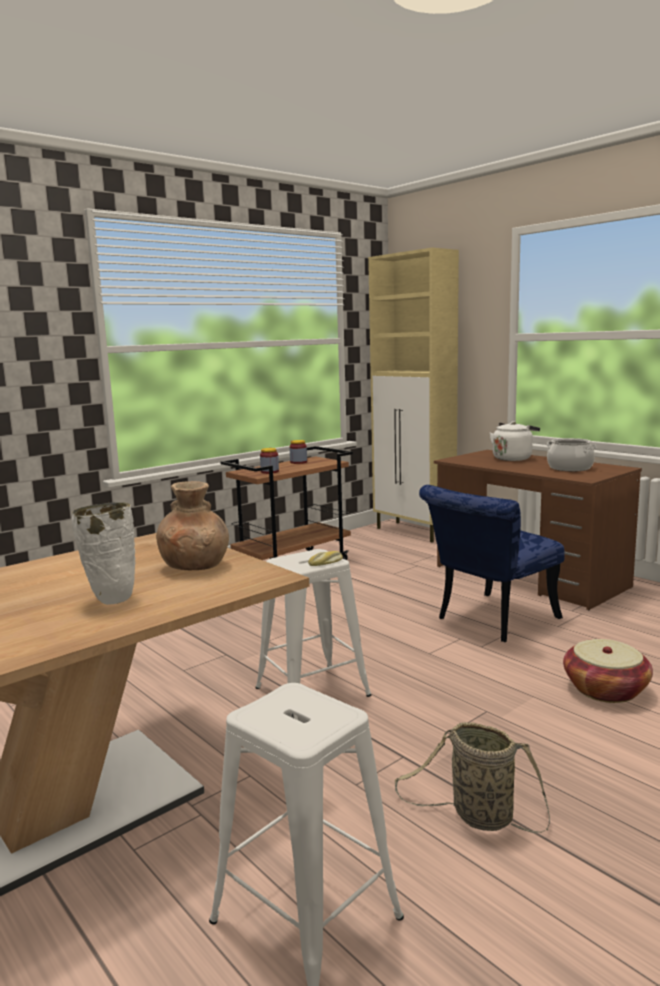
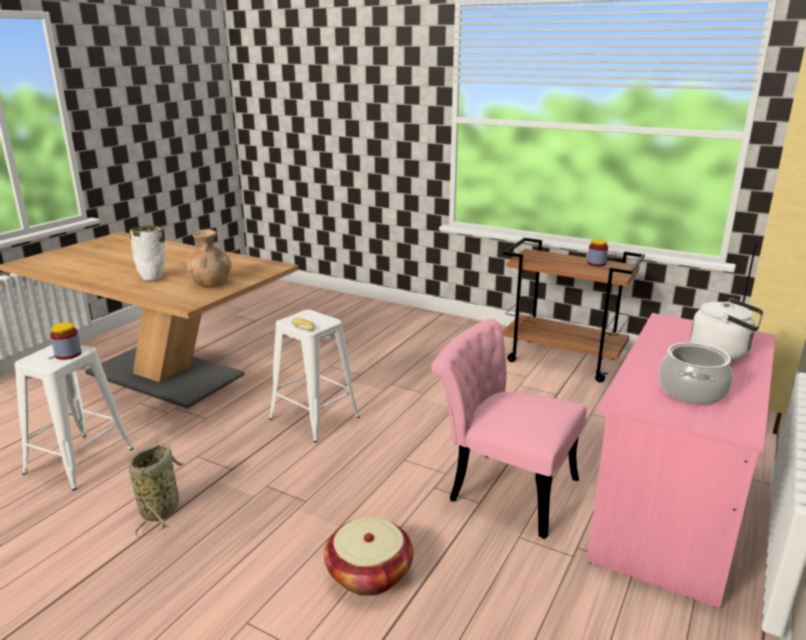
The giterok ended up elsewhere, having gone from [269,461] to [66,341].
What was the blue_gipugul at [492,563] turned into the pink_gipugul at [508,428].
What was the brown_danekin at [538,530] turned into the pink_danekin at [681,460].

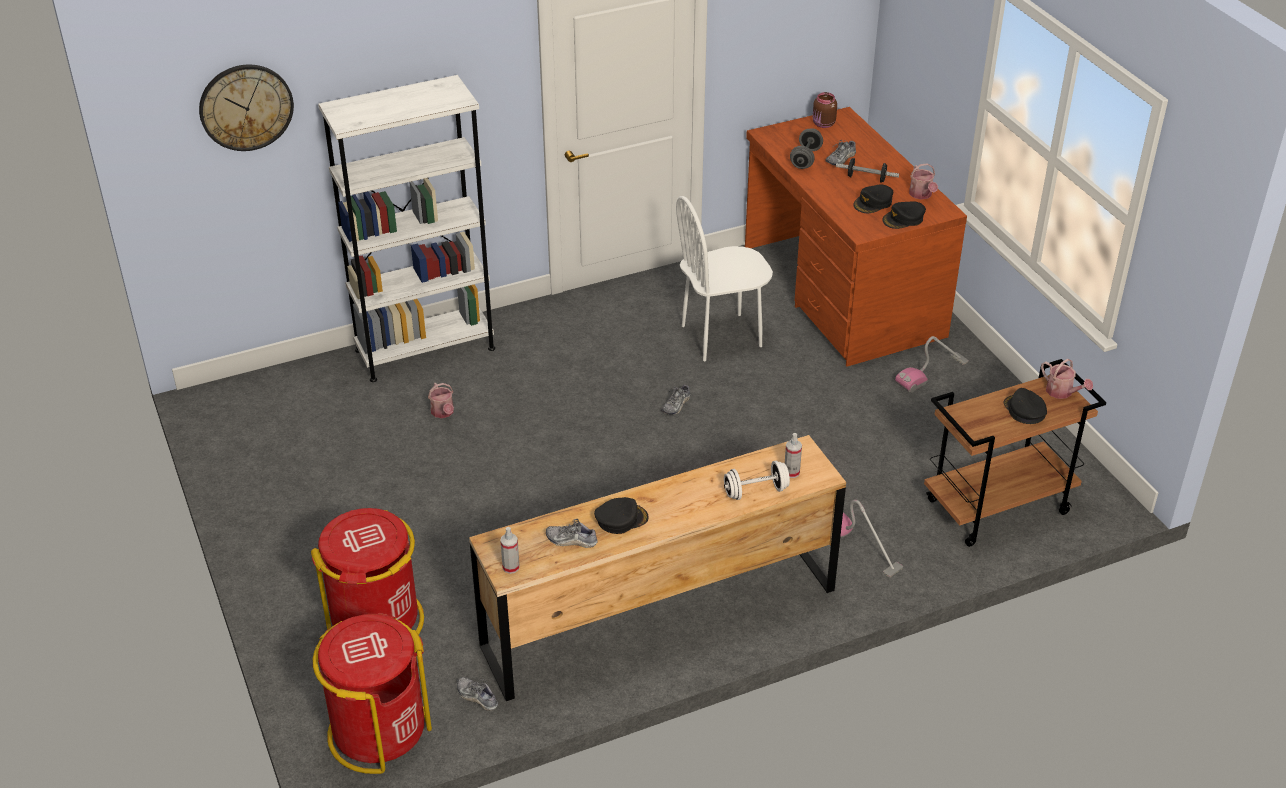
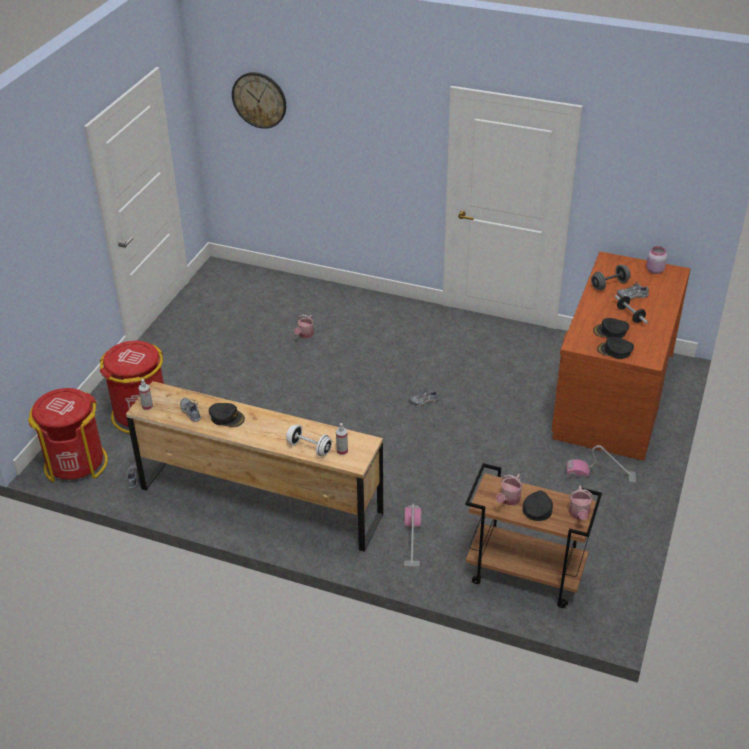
The second view lost the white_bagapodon at [406,228].
The second view lost the white_gipugul at [724,278].
What was the brown_giterok at [825,110] turned into the pink_giterok at [656,260].
The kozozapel ended up elsewhere, having gone from [923,181] to [509,489].

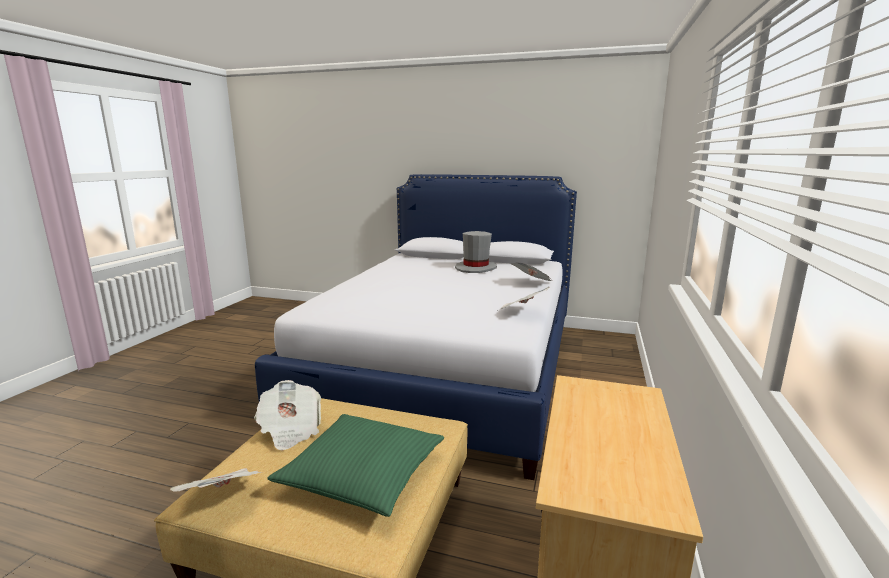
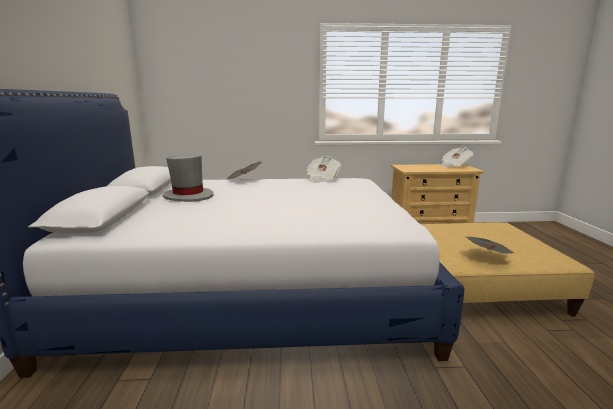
The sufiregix ended up elsewhere, having gone from [215,480] to [457,157].
The second view lost the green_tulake at [356,465].

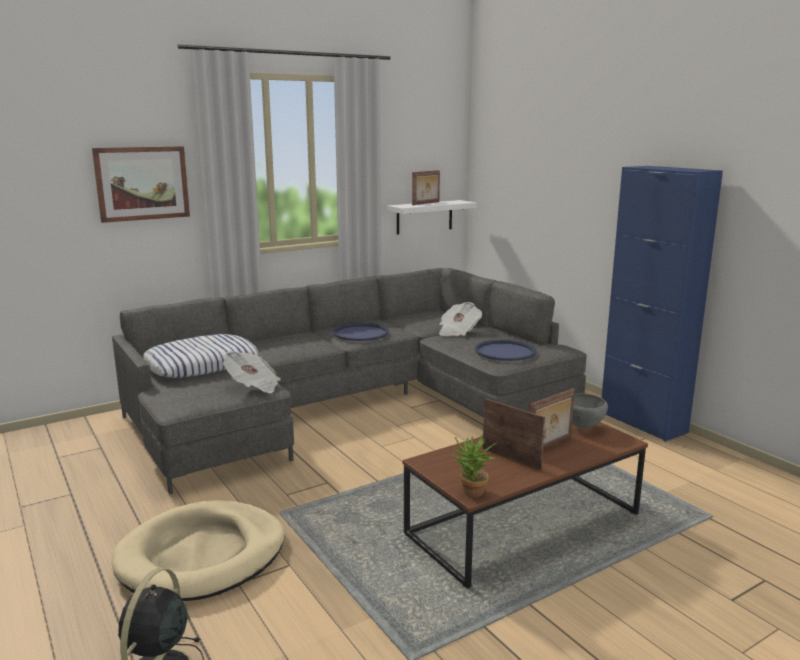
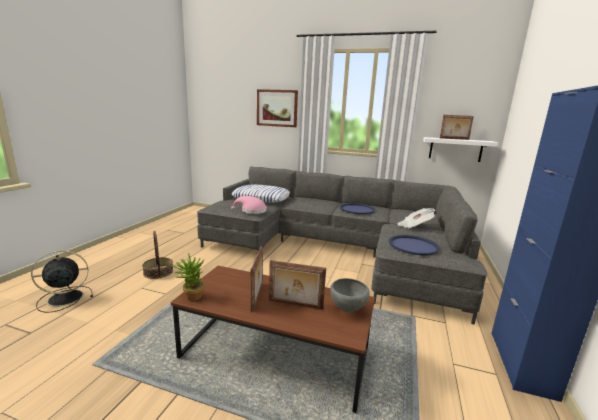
Where the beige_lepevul stood at [198,550], the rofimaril came to stand at [157,255].
Where the sufiregix stood at [252,372], the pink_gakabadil came to stand at [249,205].

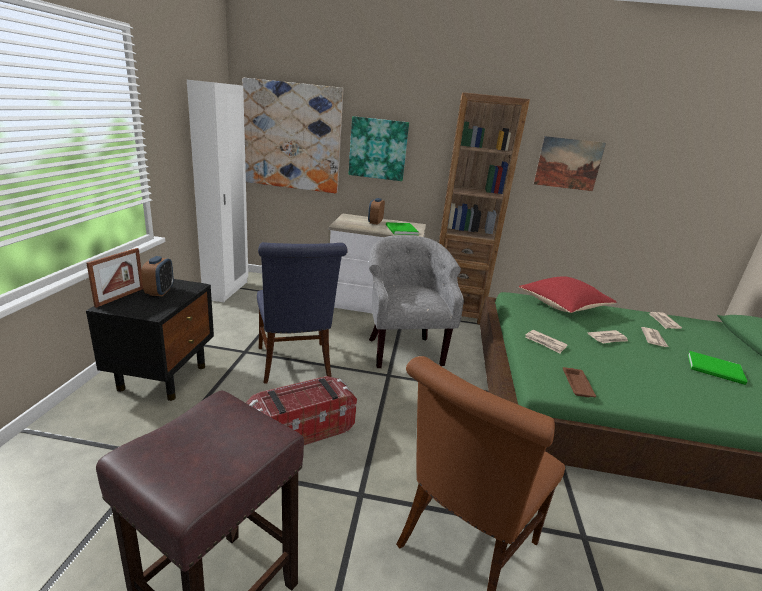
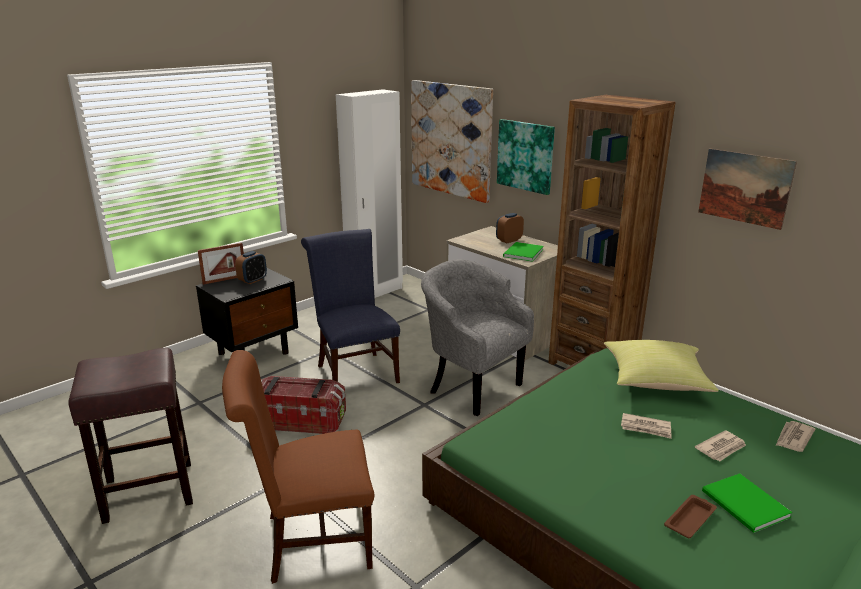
The blue_gipugul at [302,313] ended up facing another way, 135 degrees clockwise from before.
The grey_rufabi at [416,301] ended up facing another way, 75 degrees counterclockwise from before.
What was the red_tulake at [567,294] turned into the yellow_tulake at [661,366].
The second view lost the sufiregix at [546,341].
The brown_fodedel ended up elsewhere, having gone from [579,382] to [690,516].

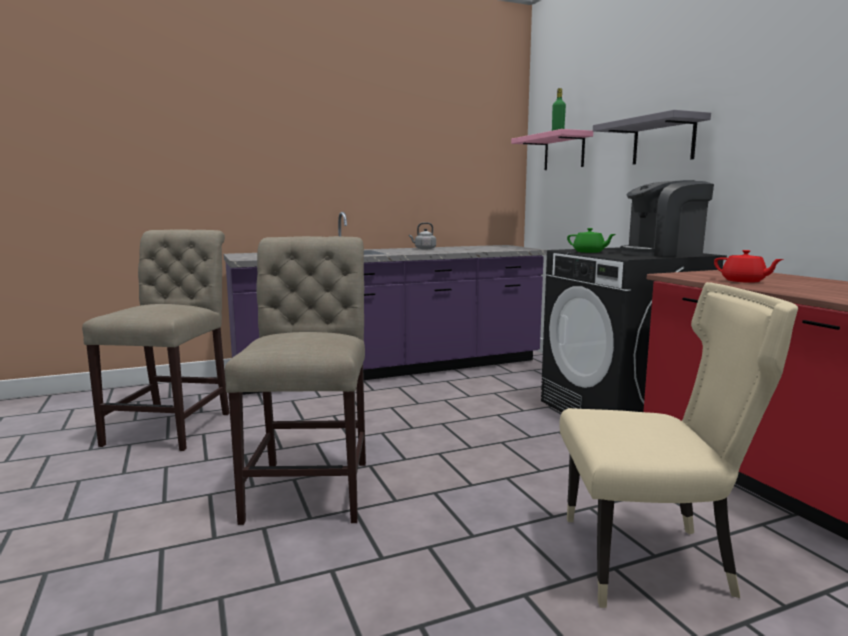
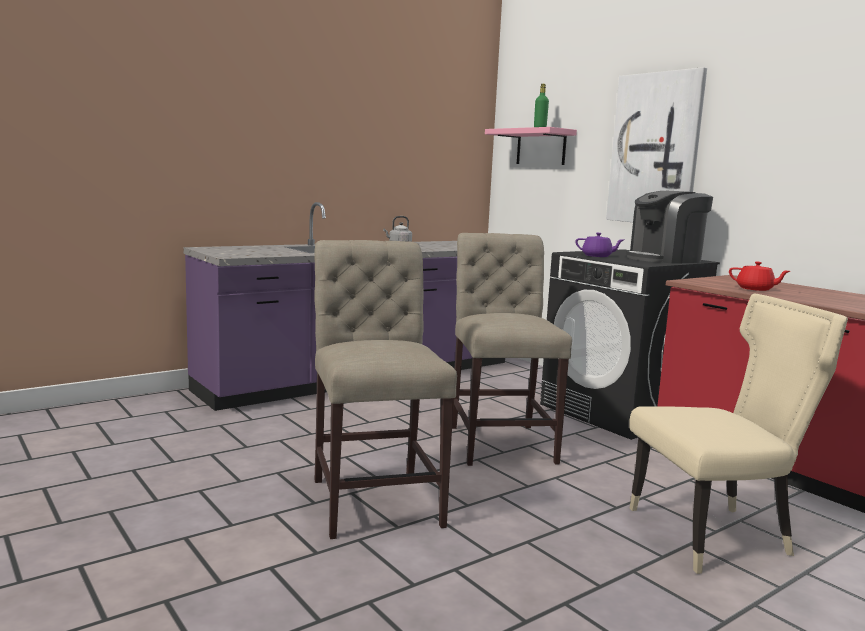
The beige_gipugul ended up elsewhere, having gone from [155,340] to [512,349].
What was the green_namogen at [591,240] turned into the purple_namogen at [599,245].
Where the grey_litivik hung at [652,137], the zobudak came to hang at [656,144].

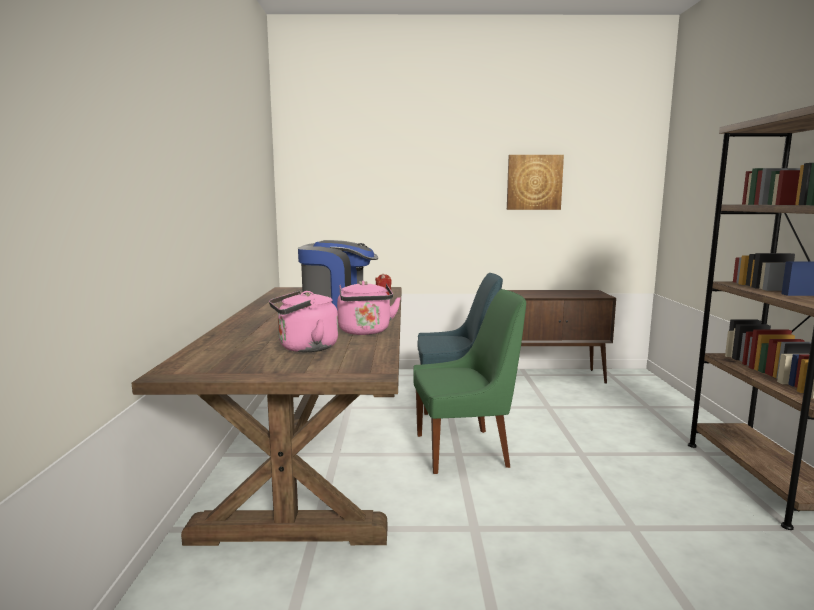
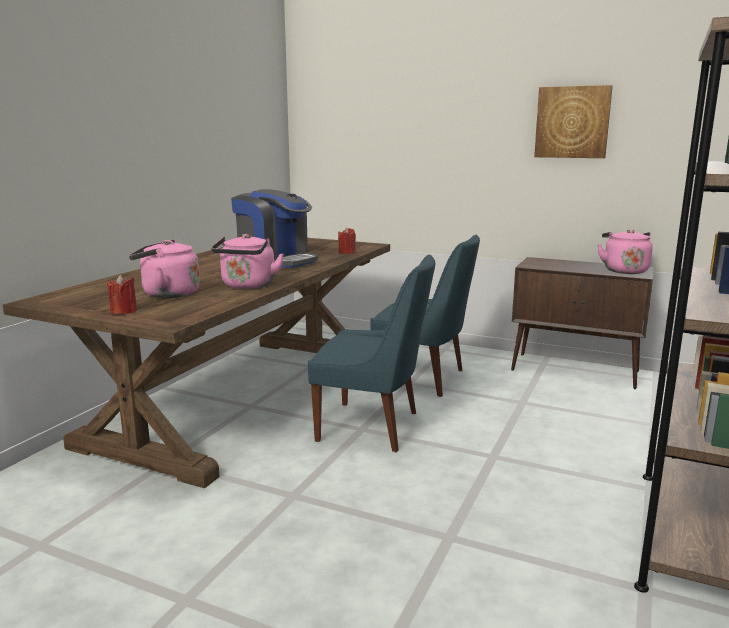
What was the green_gipugul at [469,381] turned into the blue_gipugul at [371,353].
The second view gained the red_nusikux at [122,294].
The second view gained the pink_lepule at [625,251].

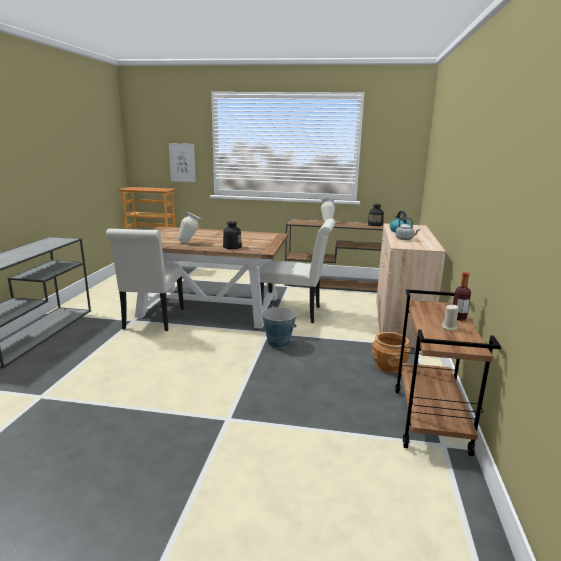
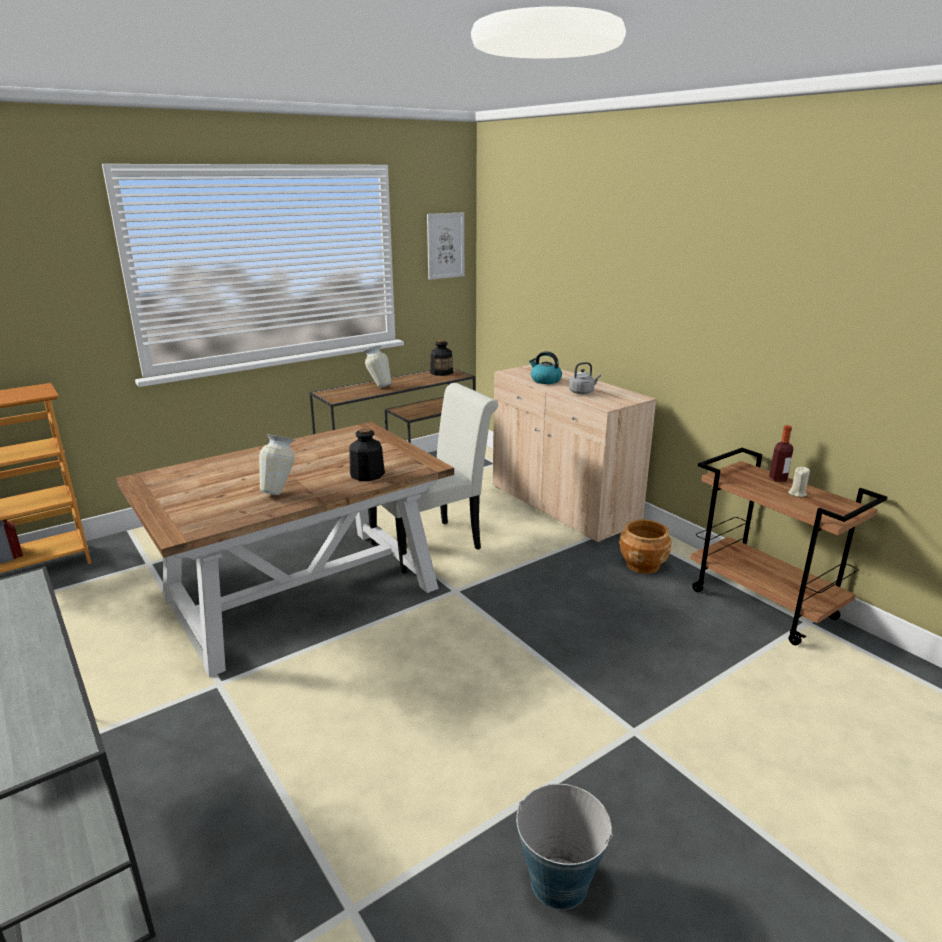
The second view lost the white_gipugul at [145,280].
The zobudak ended up elsewhere, having gone from [182,162] to [445,246].
The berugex ended up elsewhere, having gone from [279,327] to [564,847].

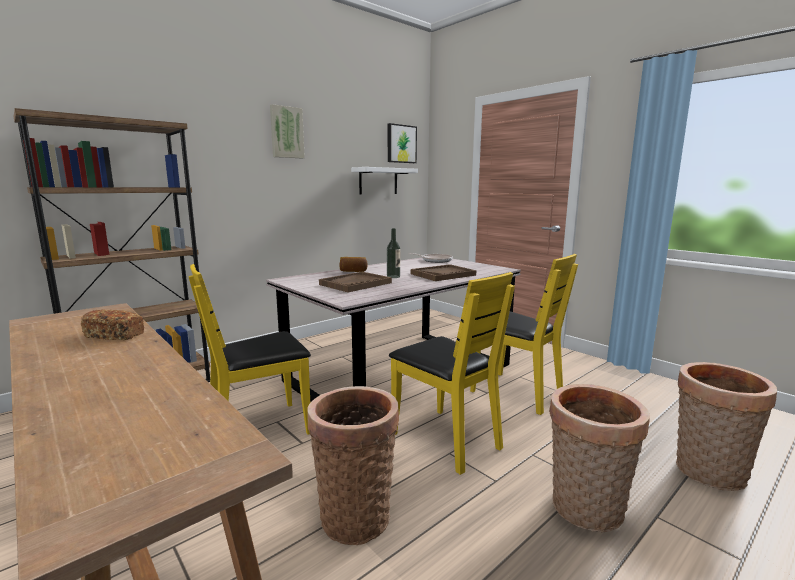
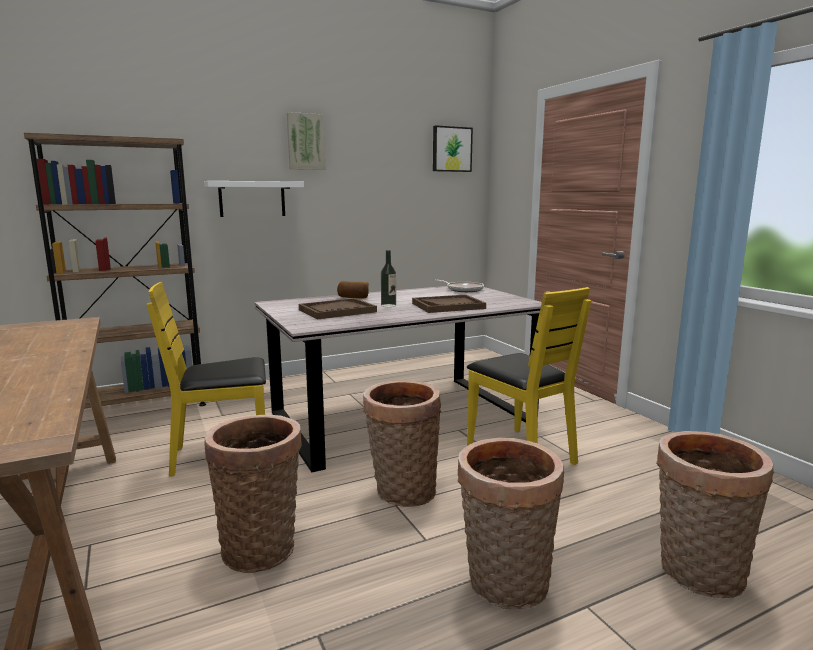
The second view lost the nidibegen at [112,325].
The white_litivik ended up elsewhere, having gone from [384,181] to [254,199].
Where the yellow_gipugul stood at [452,373], the rofimaril came to stand at [402,444].

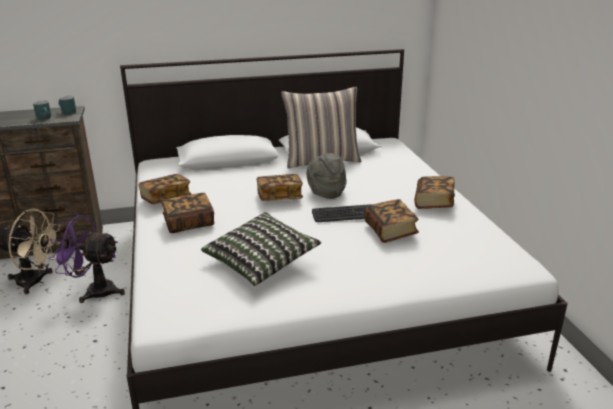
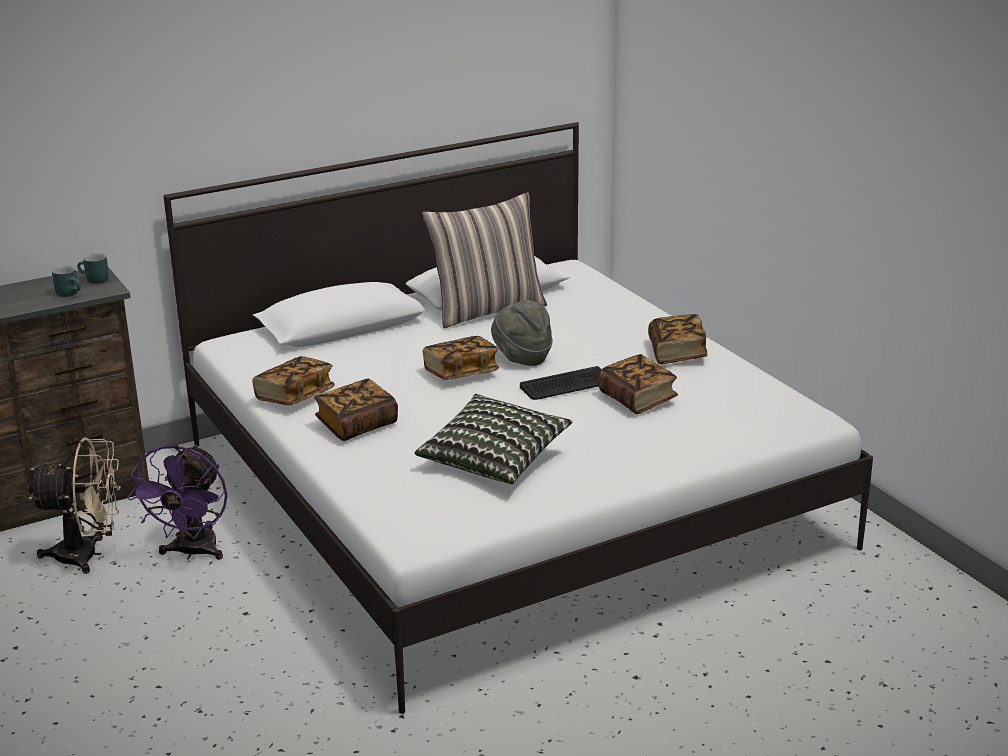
The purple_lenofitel at [87,258] ended up facing another way, 75 degrees counterclockwise from before.

